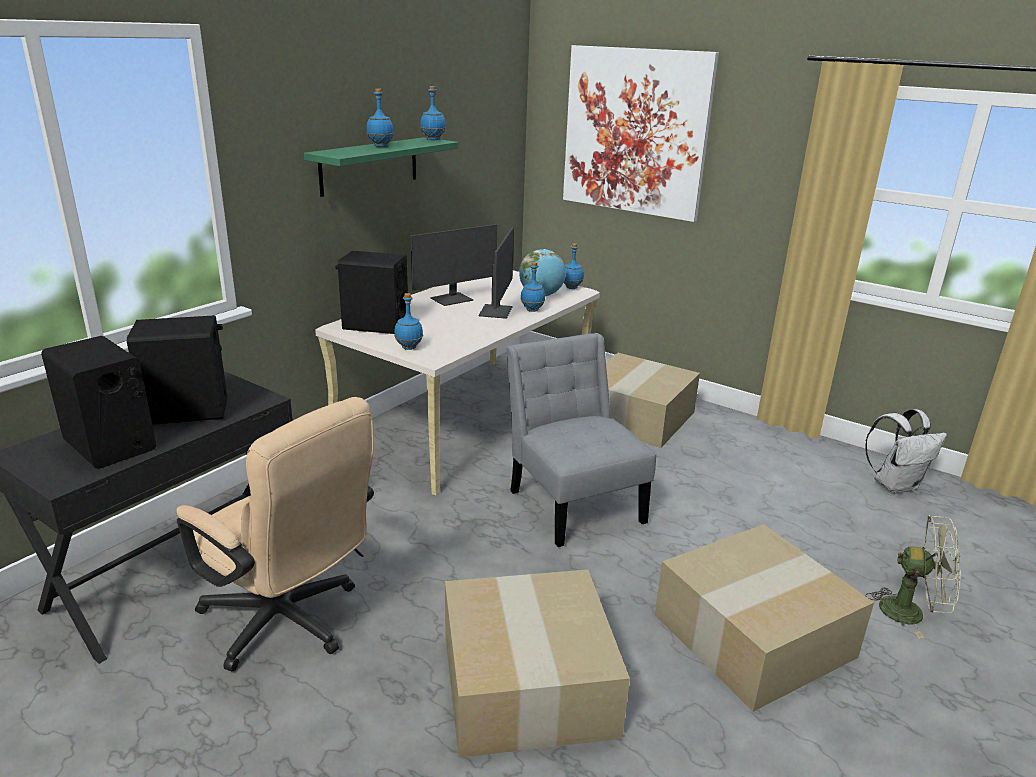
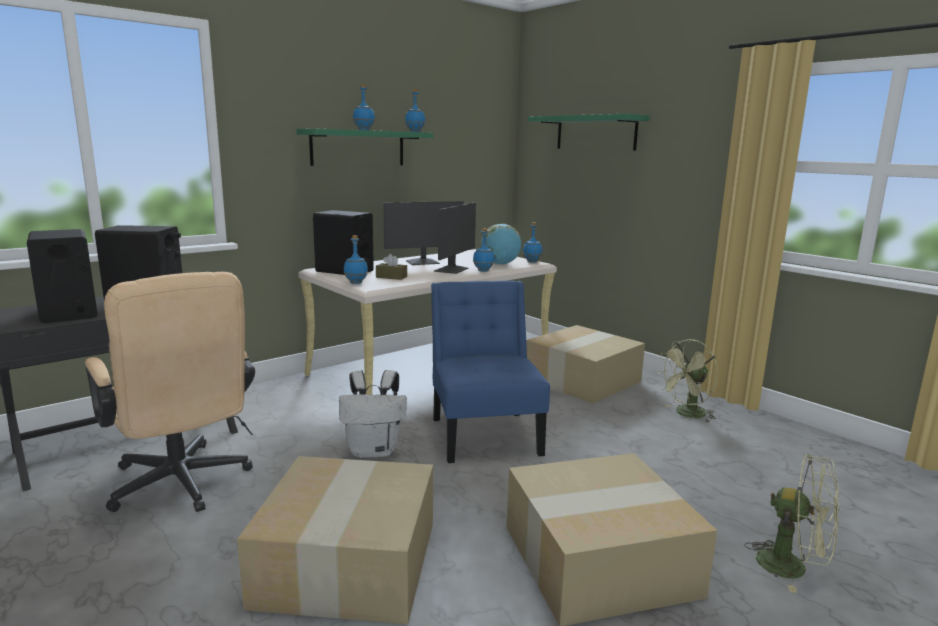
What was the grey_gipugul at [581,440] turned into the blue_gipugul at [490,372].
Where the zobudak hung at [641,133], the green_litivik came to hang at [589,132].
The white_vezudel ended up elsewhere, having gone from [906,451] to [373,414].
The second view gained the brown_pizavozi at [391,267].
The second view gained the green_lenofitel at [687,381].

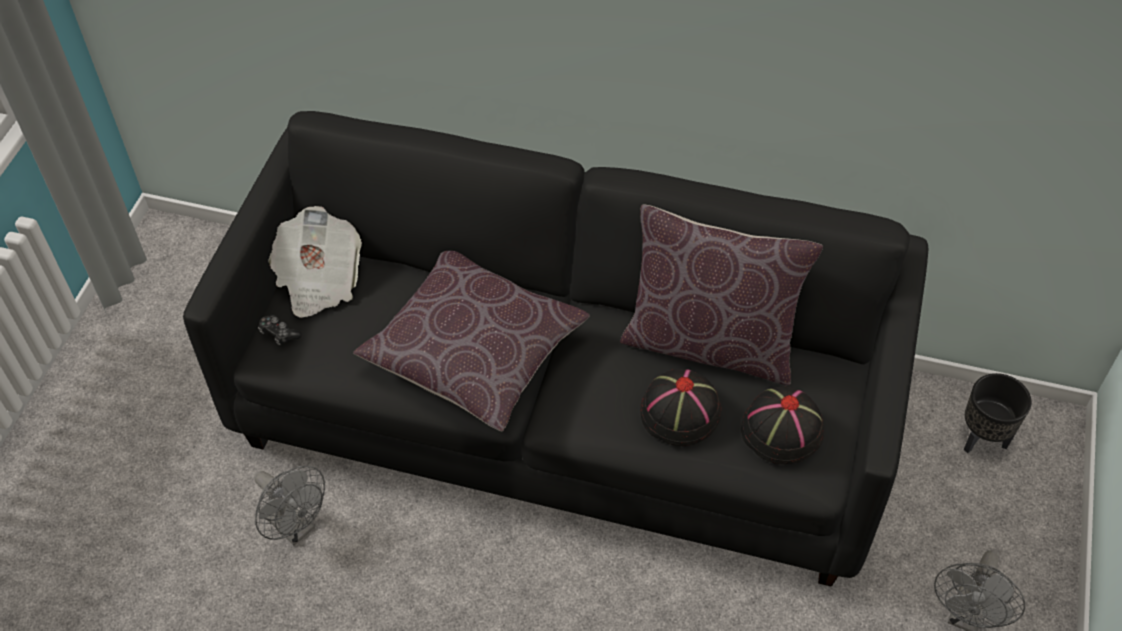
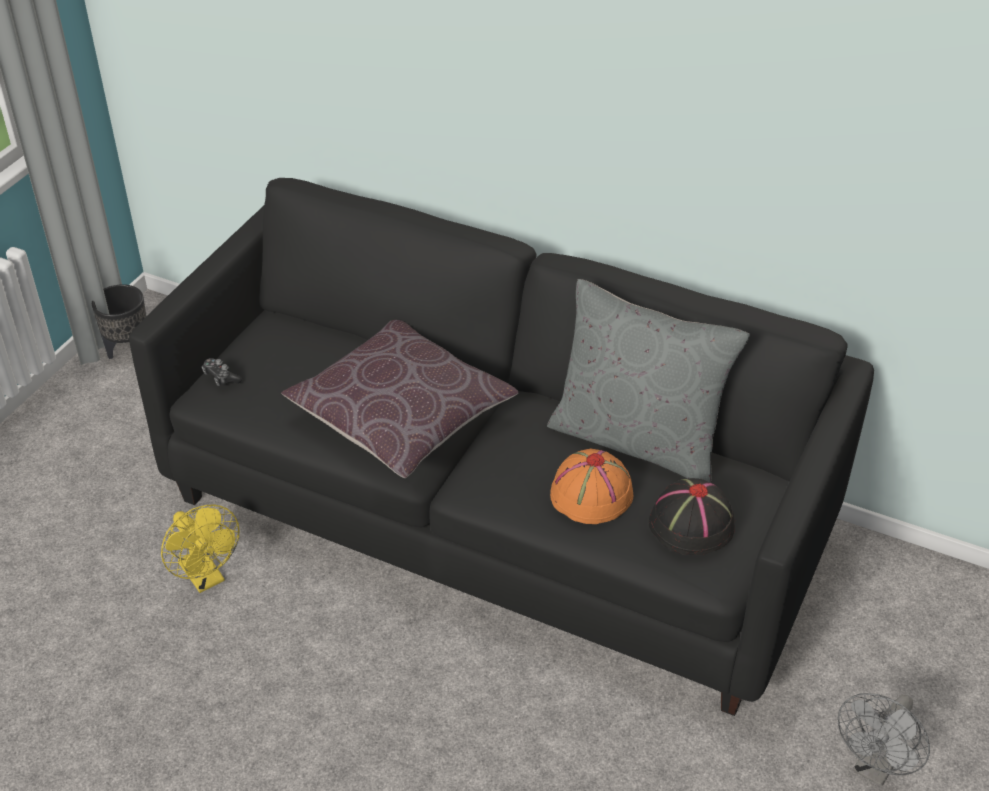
What was the grey_lenofitel at [290,506] turned into the yellow_lenofitel at [200,548].
The second view lost the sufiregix at [315,262].
What was the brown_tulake at [721,294] turned into the grey_tulake at [648,381].
What was the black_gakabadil at [680,407] turned into the orange_gakabadil at [591,486].
The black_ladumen ended up elsewhere, having gone from [998,413] to [119,321].

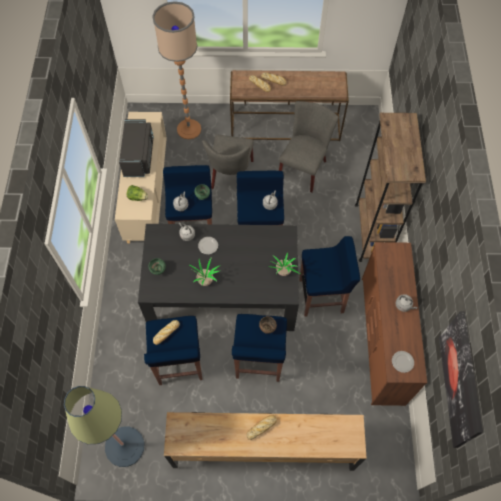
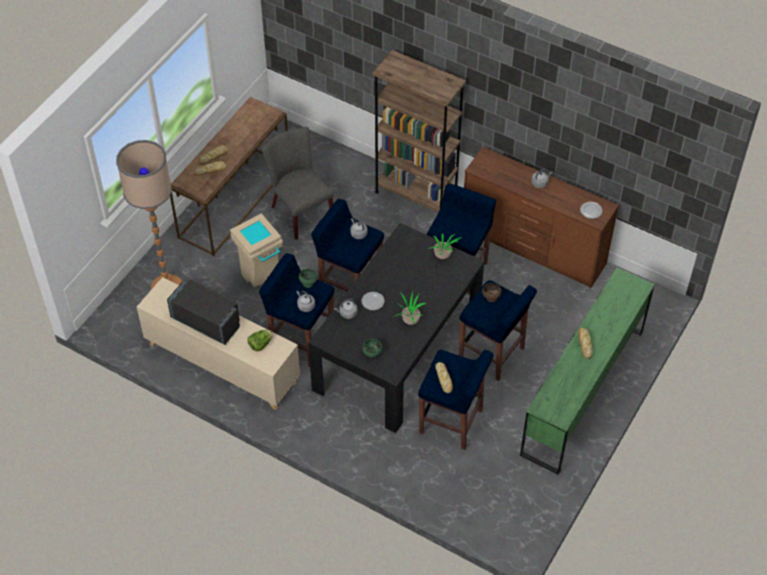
The second view lost the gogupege at [104,426].
What was the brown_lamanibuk at [265,441] turned into the green_lamanibuk at [587,371].
Where the grey_gipugul stood at [228,161], the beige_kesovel came to stand at [256,250].
The second view lost the zobudak at [461,379].

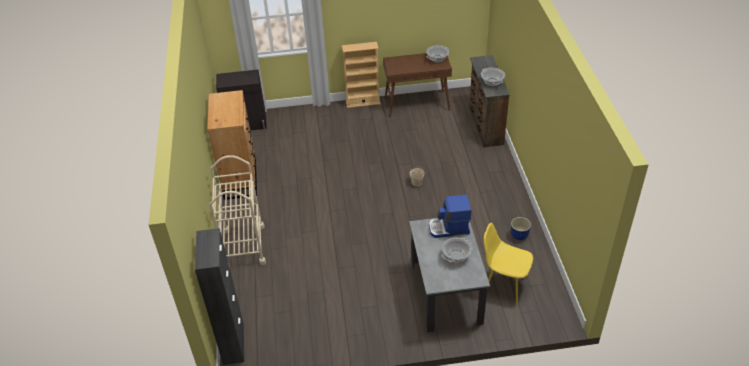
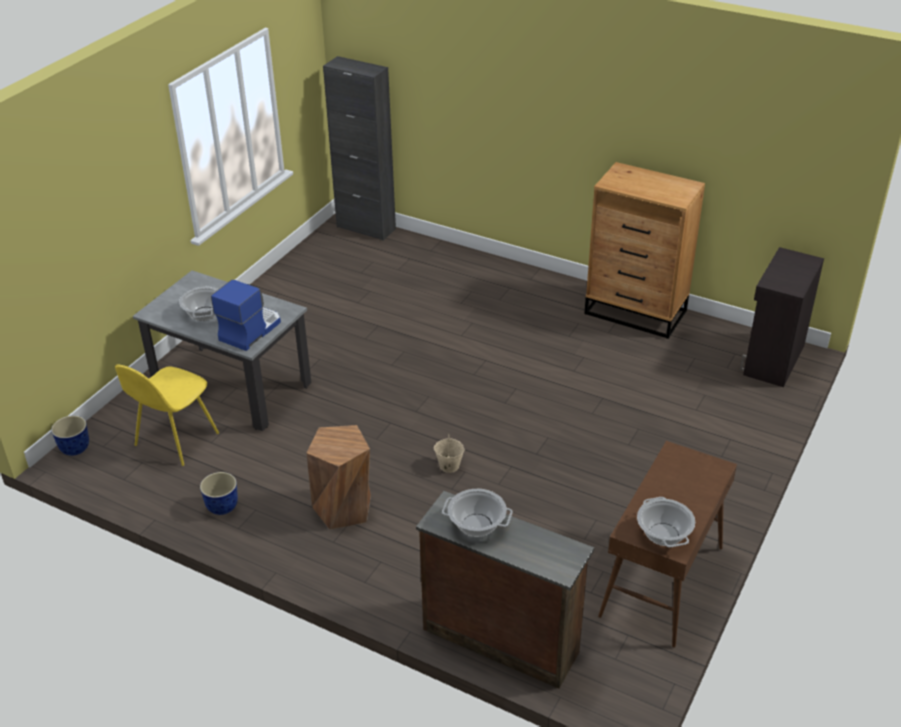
The second view lost the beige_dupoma at [237,211].
The second view lost the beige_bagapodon at [361,75].
The yellow_gipugul at [508,264] ended up facing another way, 150 degrees clockwise from before.
The second view gained the ladumen at [70,436].
The second view gained the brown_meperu at [338,477].

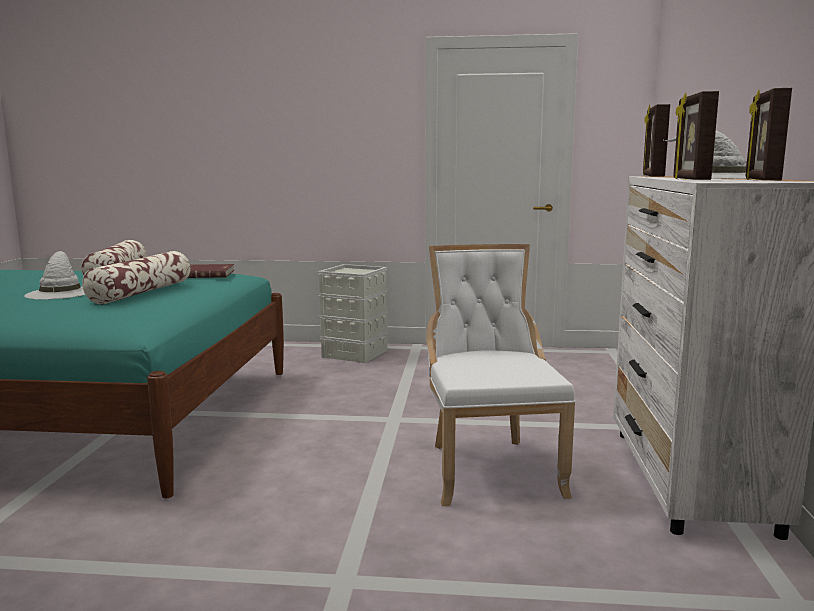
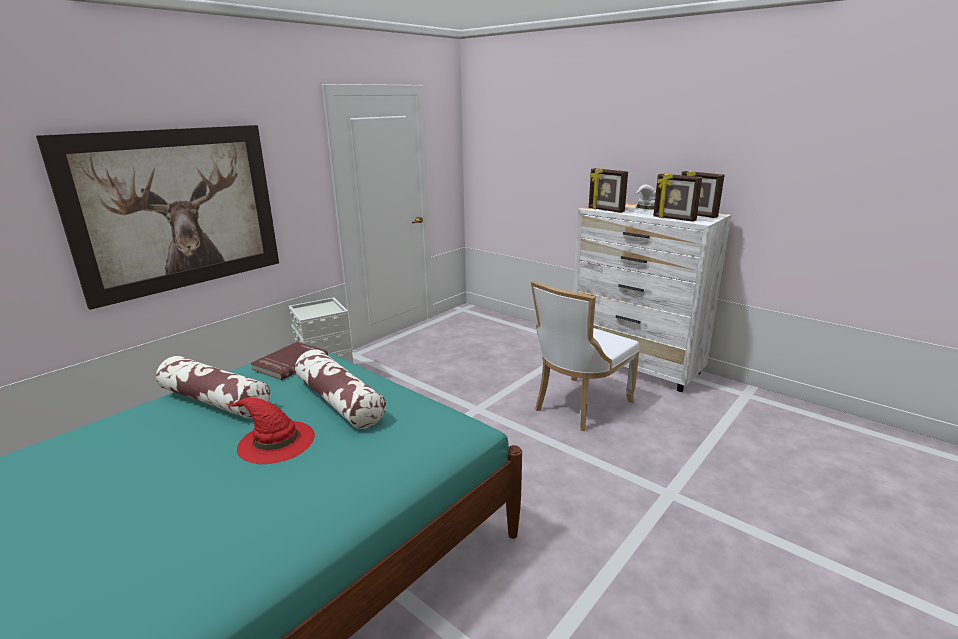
What was the white_gakabadil at [54,275] turned into the red_gakabadil at [270,430].
The white_gipugul at [501,375] ended up facing another way, 75 degrees counterclockwise from before.
The second view gained the zobudak at [157,217].

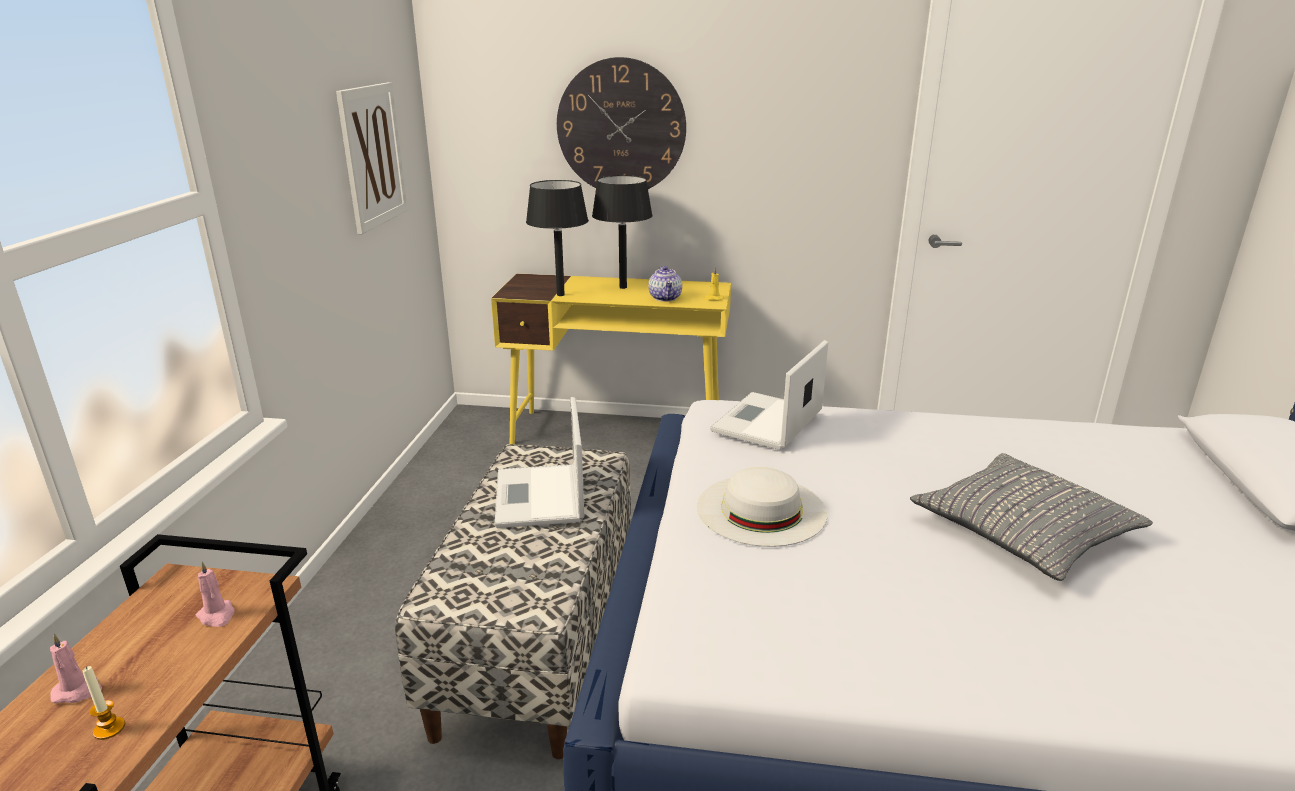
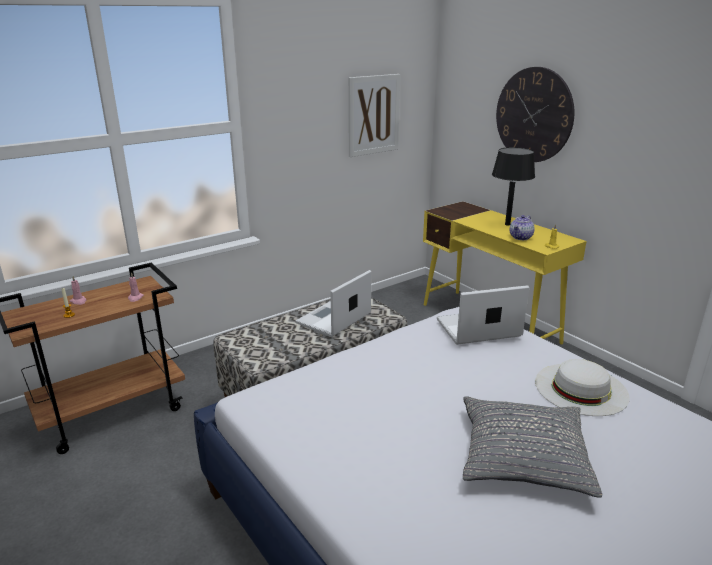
The second view lost the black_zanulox at [557,238].
The white_gakabadil ended up elsewhere, having gone from [762,507] to [582,387].

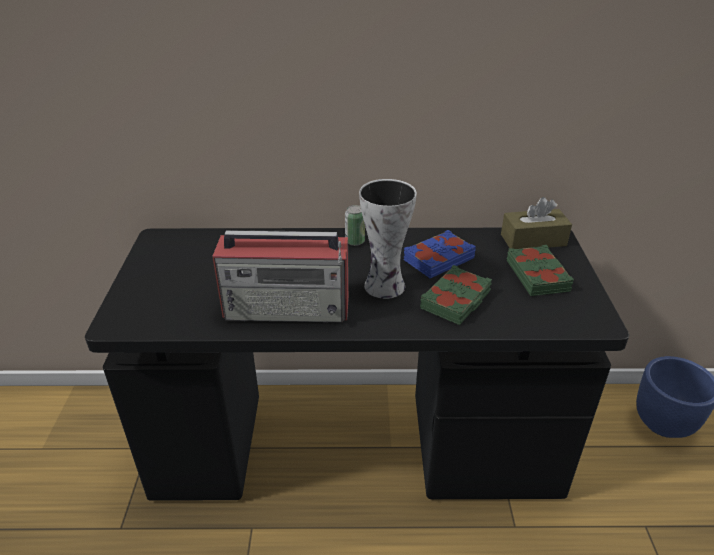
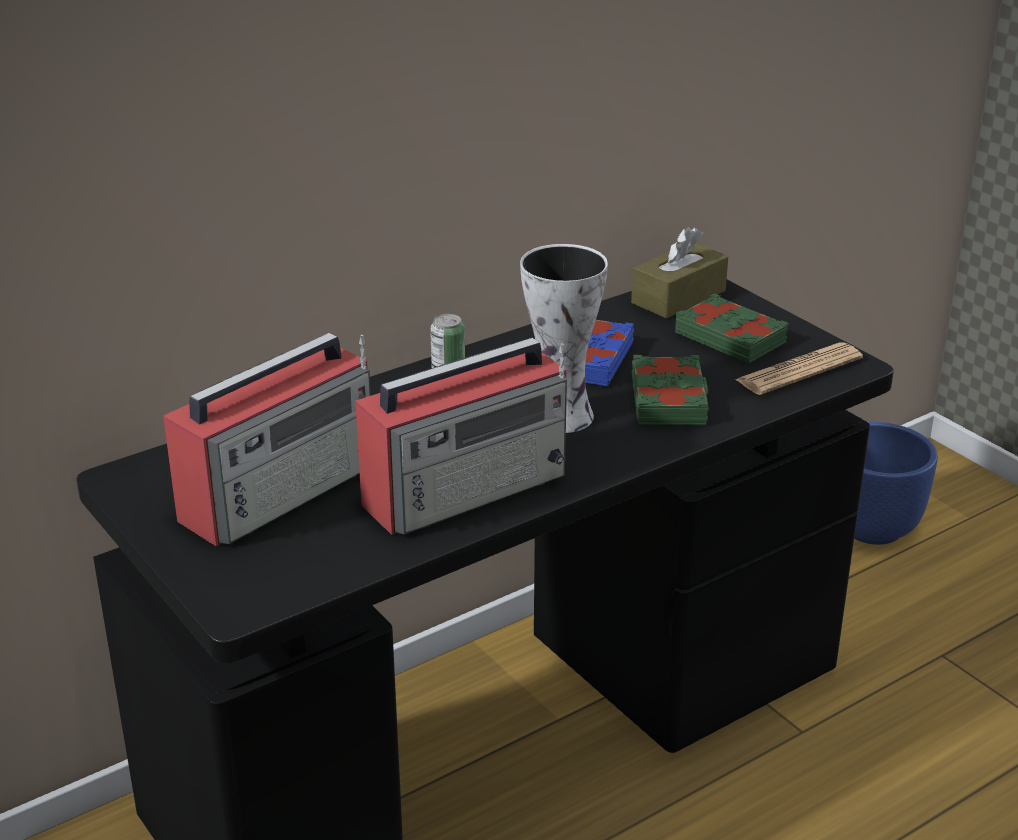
The second view gained the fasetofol at [267,439].
The second view gained the sufiregix at [799,368].

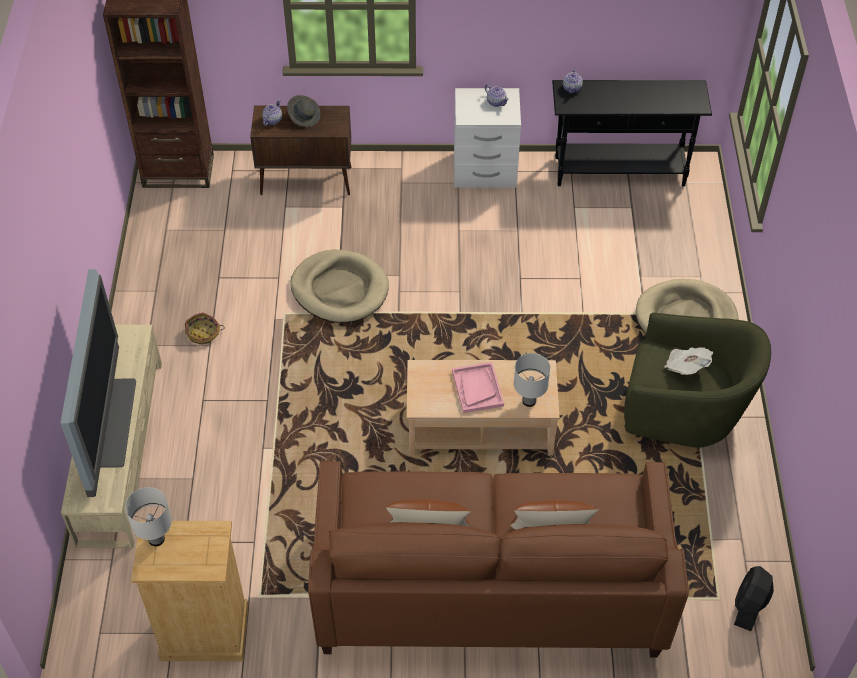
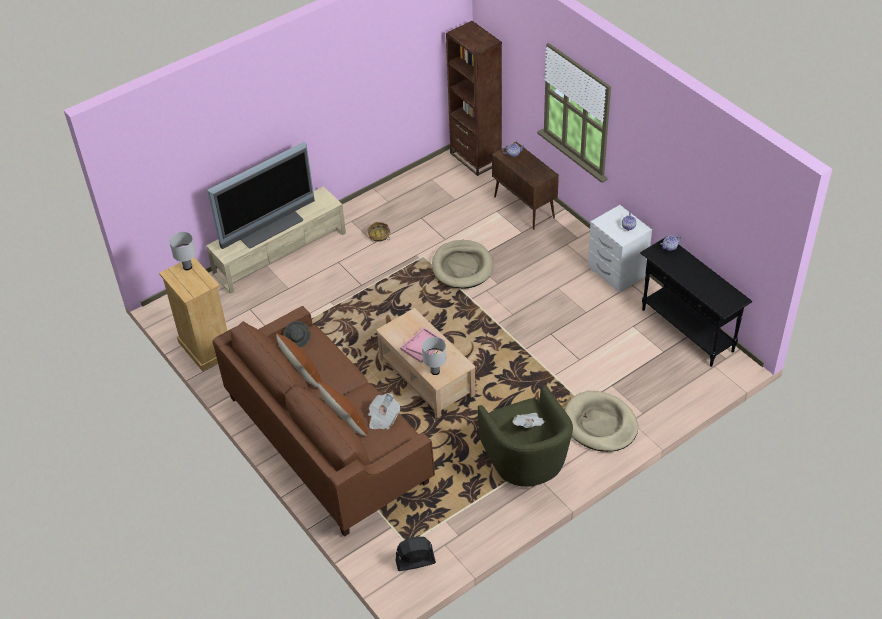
The grey_gakabadil ended up elsewhere, having gone from [303,111] to [297,334].
The second view gained the sufiregix at [384,411].

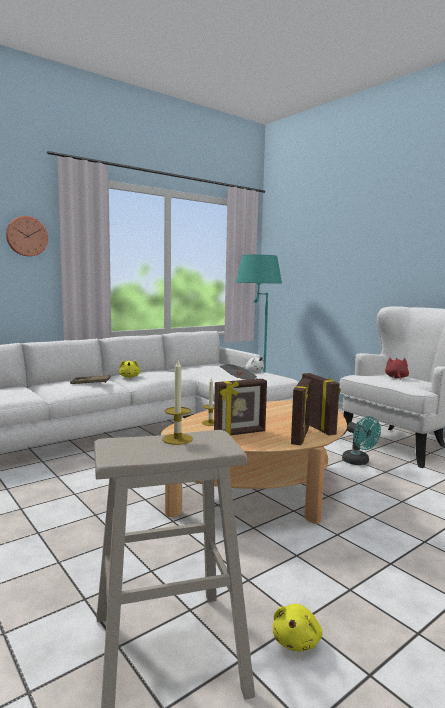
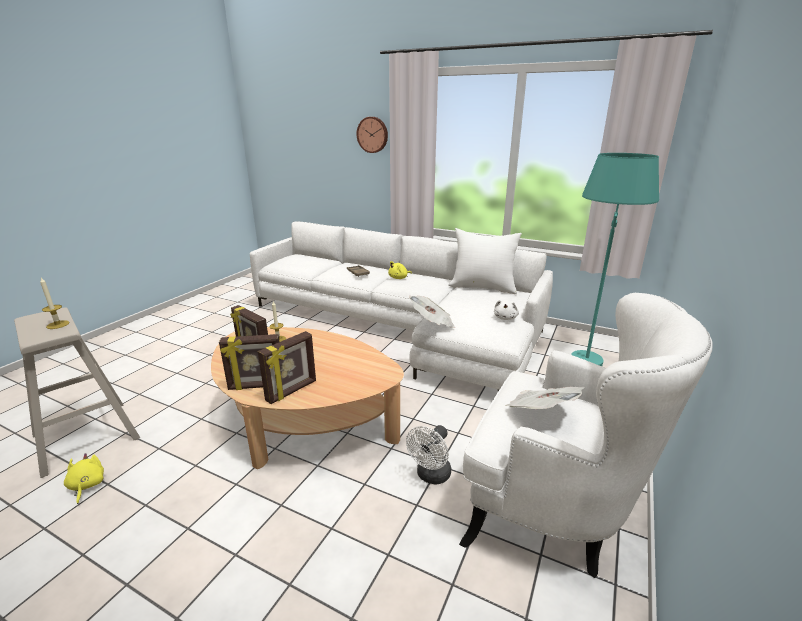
The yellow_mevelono at [297,627] ended up facing another way, 75 degrees clockwise from before.
What was the turquoise_lenofitel at [361,440] turned into the white_lenofitel at [428,455].
Where the red_mevelono stood at [397,368], the sufiregix came to stand at [544,398].
The second view gained the white_tulake at [485,261].

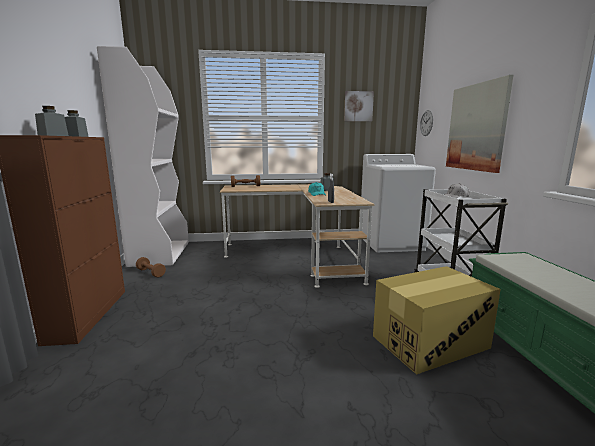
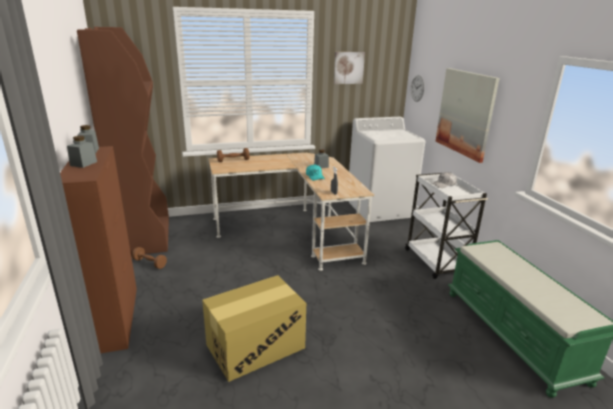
What was the white_bagapodon at [143,156] turned into the brown_bagapodon at [123,141].
The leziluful ended up elsewhere, having gone from [437,320] to [254,328].

